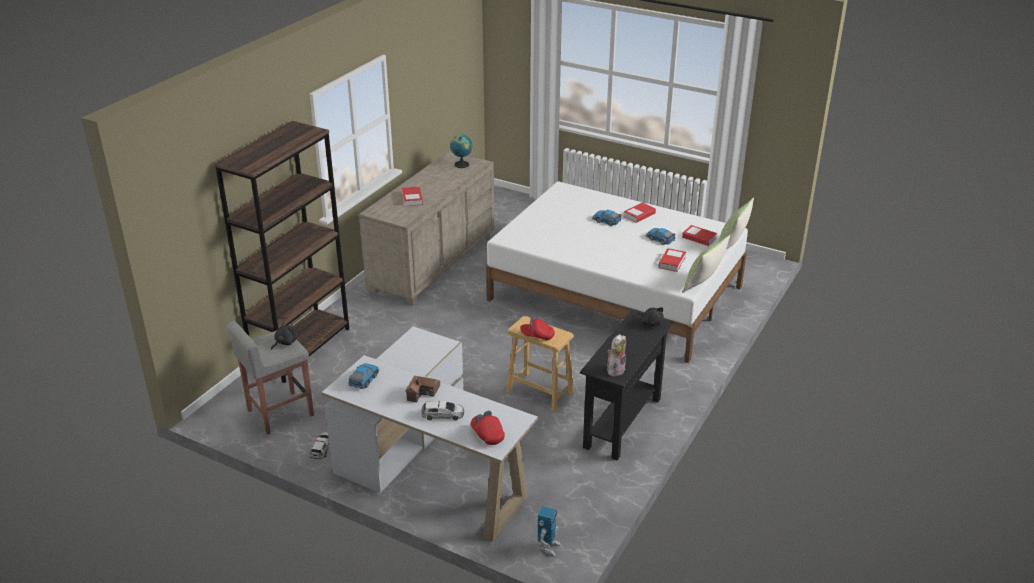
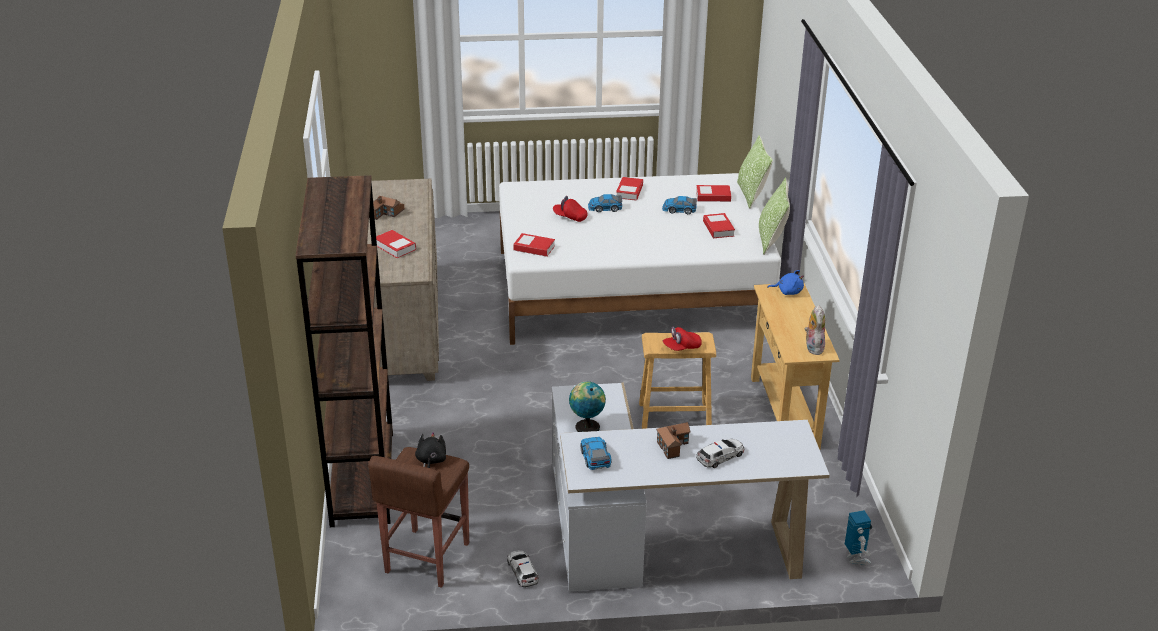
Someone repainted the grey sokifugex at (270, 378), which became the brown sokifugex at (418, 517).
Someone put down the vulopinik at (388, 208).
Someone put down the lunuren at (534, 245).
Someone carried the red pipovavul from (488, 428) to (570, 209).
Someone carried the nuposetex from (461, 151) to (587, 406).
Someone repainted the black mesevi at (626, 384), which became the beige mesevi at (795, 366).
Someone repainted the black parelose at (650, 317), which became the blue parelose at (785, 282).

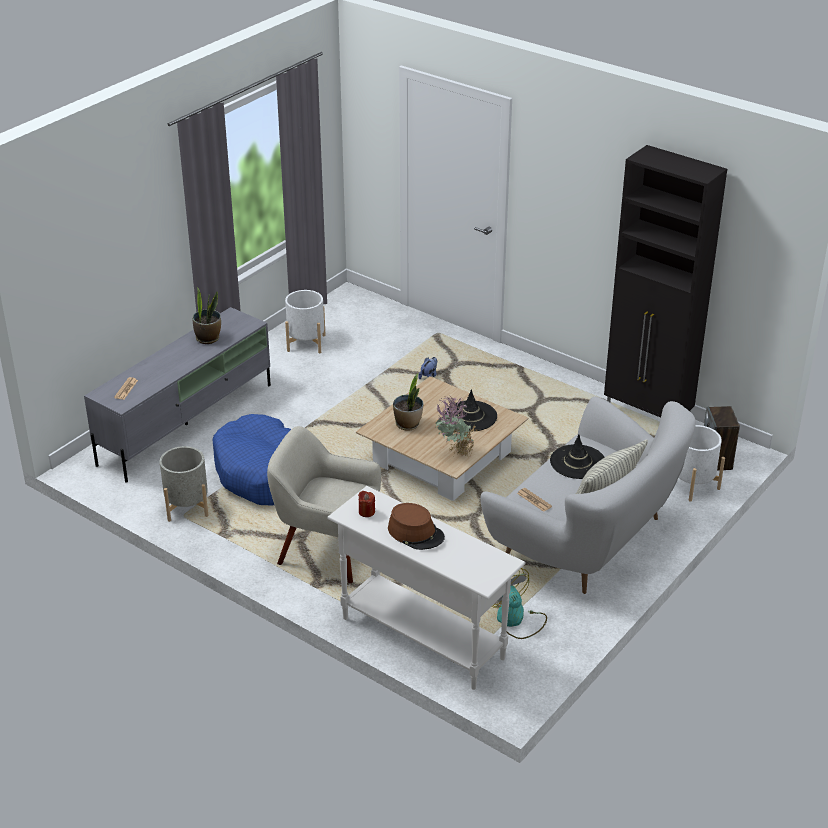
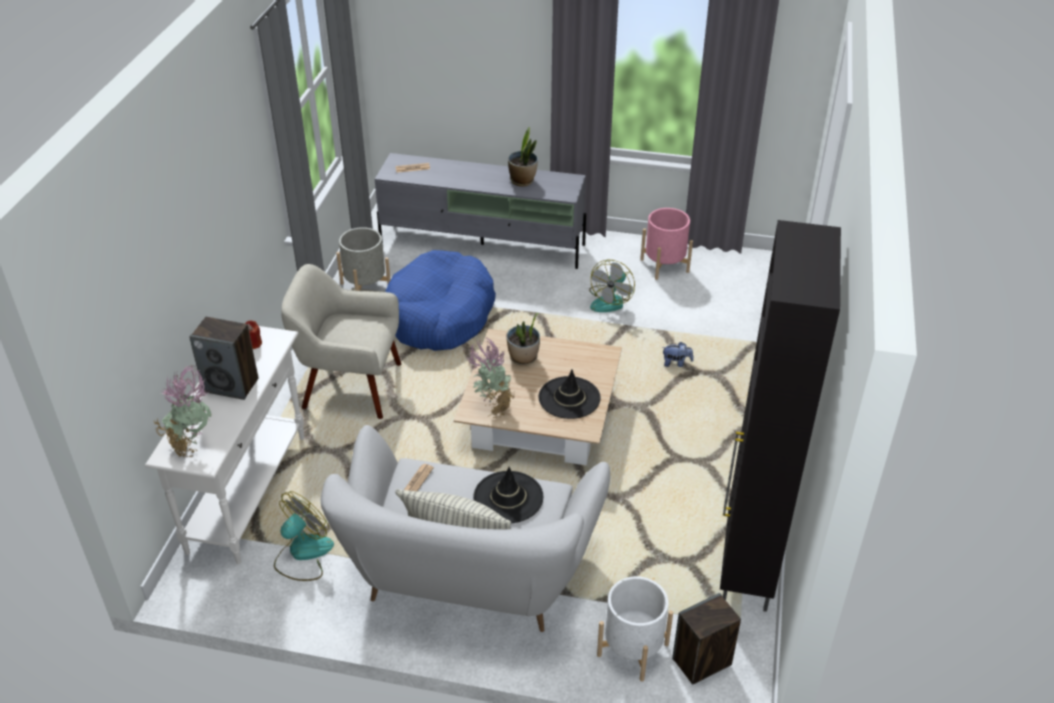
Someone put down the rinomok at (182, 411).
Someone swapped the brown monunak at (416, 526) for the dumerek at (223, 358).
Someone rotated the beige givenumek at (324, 504) by 75 degrees counterclockwise.
Someone put down the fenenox at (612, 285).
Someone repainted the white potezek at (305, 321), which became the pink potezek at (666, 244).

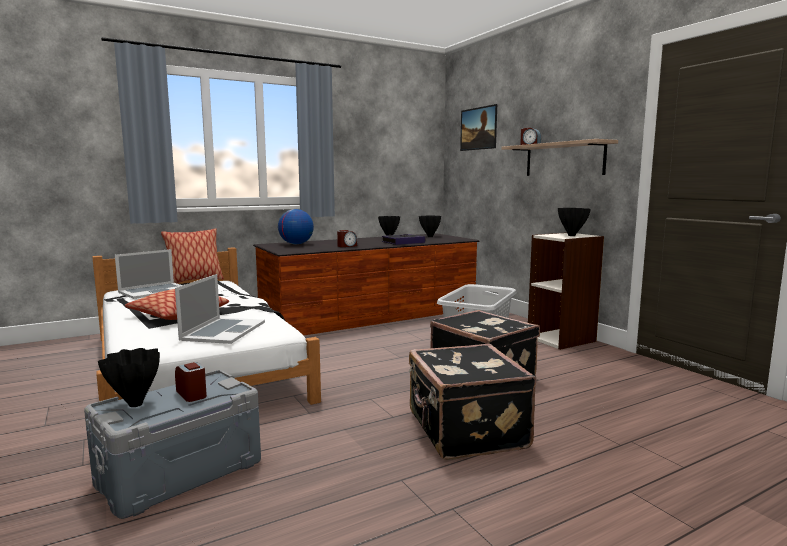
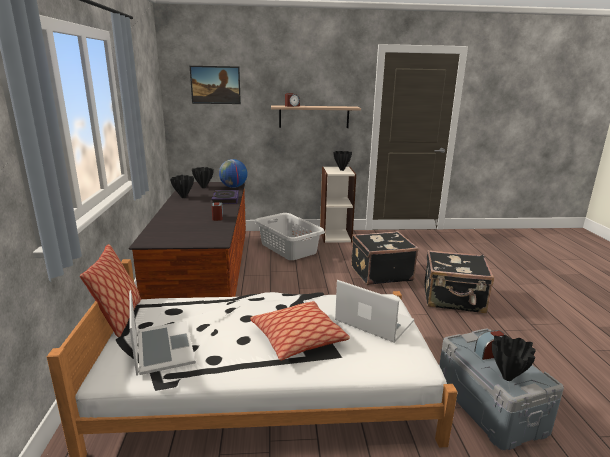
Someone carried the nuposetex from (296, 226) to (233, 173).

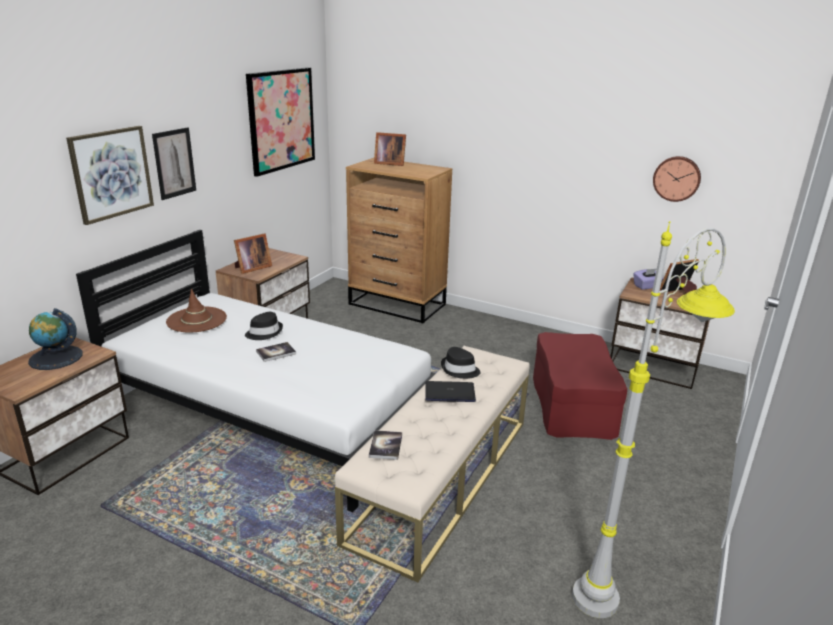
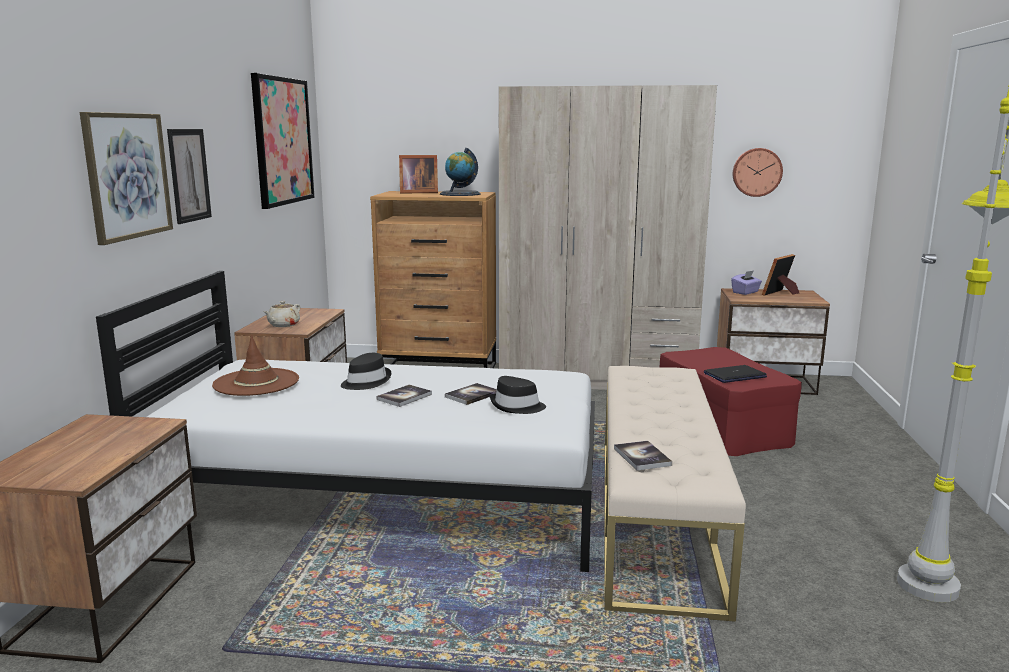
Someone swapped the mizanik at (253, 254) for the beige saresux at (281, 314).
Someone carried the nuposetex from (55, 339) to (460, 172).
Someone put down the lunuren at (471, 394).
Someone carried the black monunak from (461, 363) to (518, 395).
Someone put down the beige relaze at (608, 237).
Someone carried the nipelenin from (450, 391) to (735, 374).

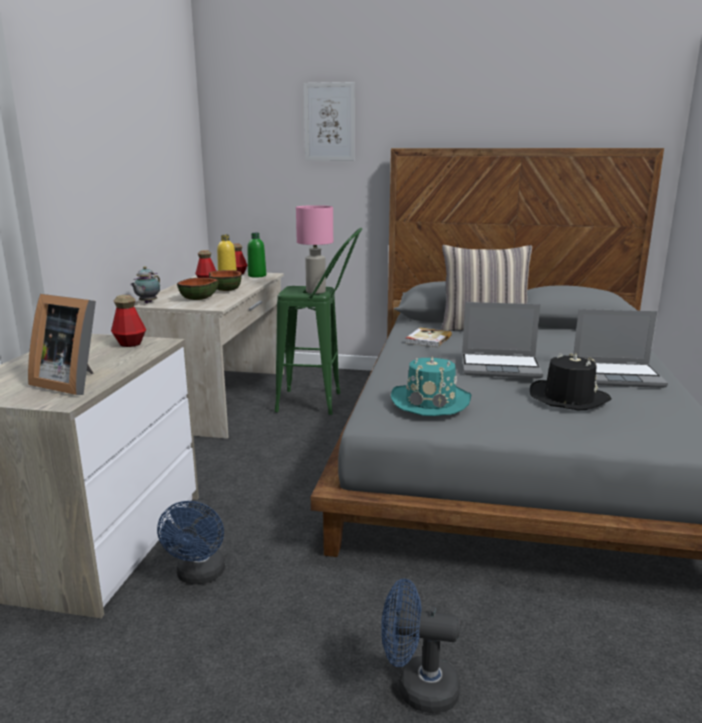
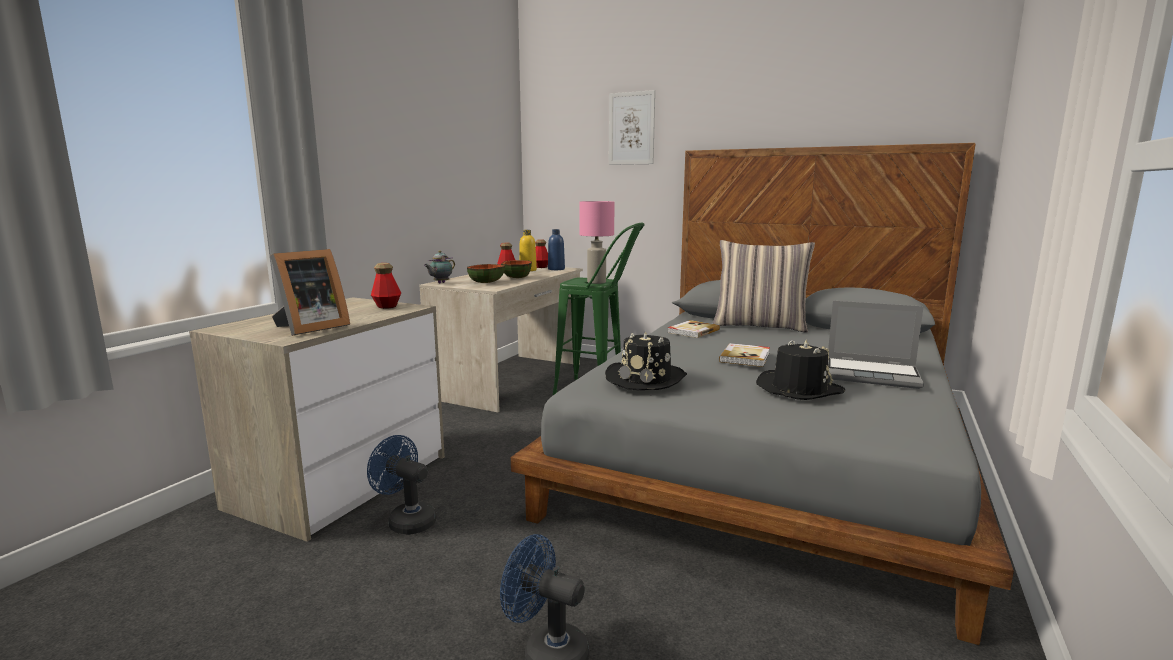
Someone rotated the mizanik at (62, 344) by 90 degrees counterclockwise.
Someone rotated the blue fenenox at (191, 542) by 105 degrees clockwise.
Someone repainted the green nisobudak at (256, 255), which became the blue nisobudak at (556, 249).
Someone repainted the turquoise monunak at (431, 386), which became the black monunak at (646, 360).
Someone swapped the nipelenin at (502, 340) for the lunuren at (744, 355).

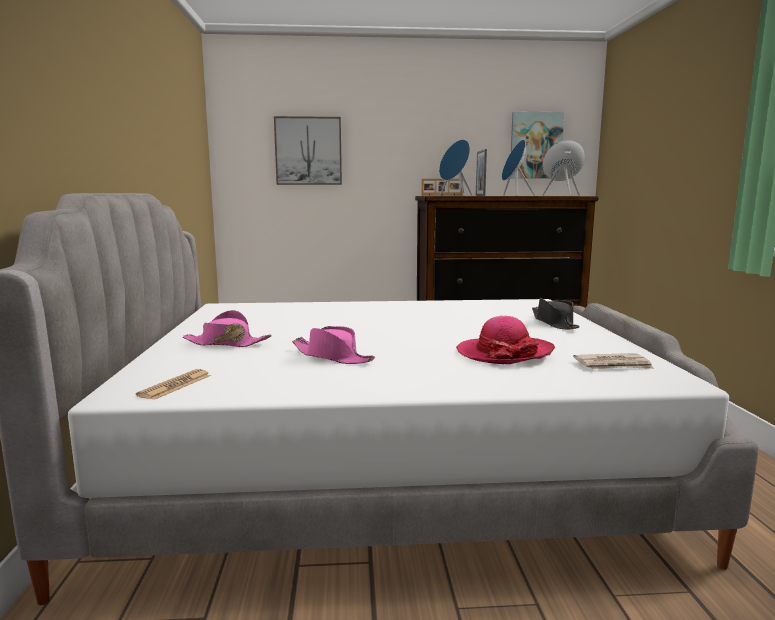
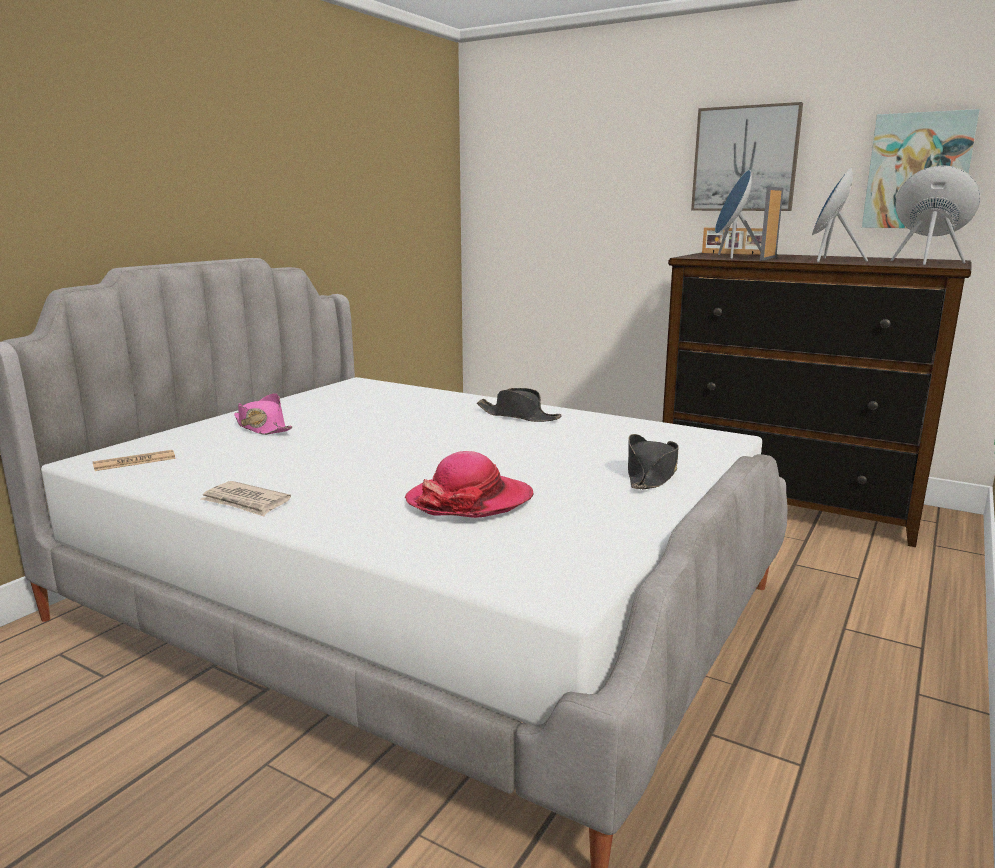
Someone carried the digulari from (613, 361) to (246, 498).
Someone put down the black monunak at (519, 405).
Someone carried the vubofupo from (308, 150) to (747, 156).
Someone took away the pink monunak at (333, 345).

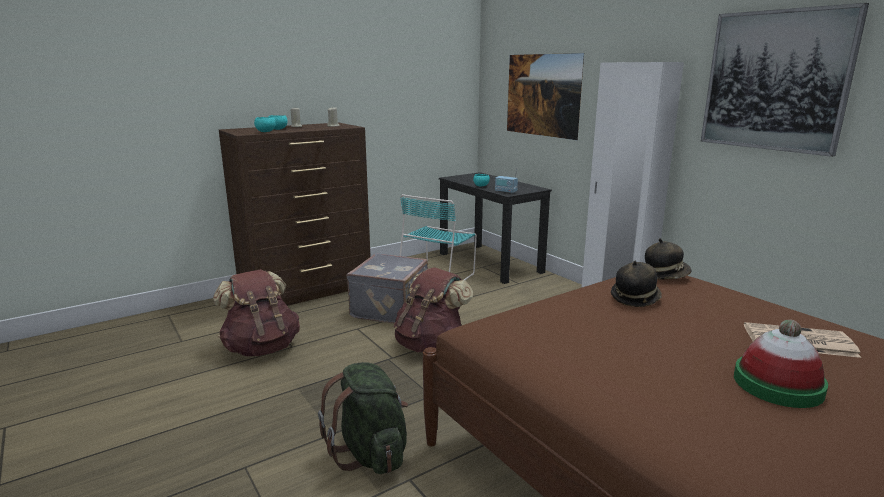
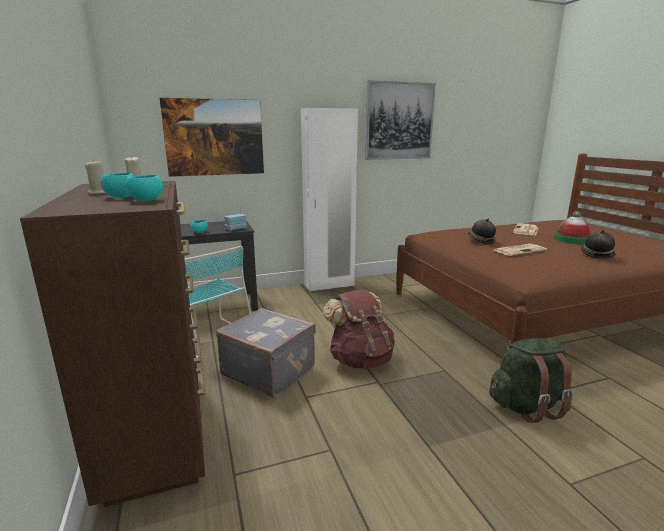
Someone put down the digulari at (520, 250).
Someone carried the monunak from (668, 258) to (598, 244).
Someone took away the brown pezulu at (256, 312).

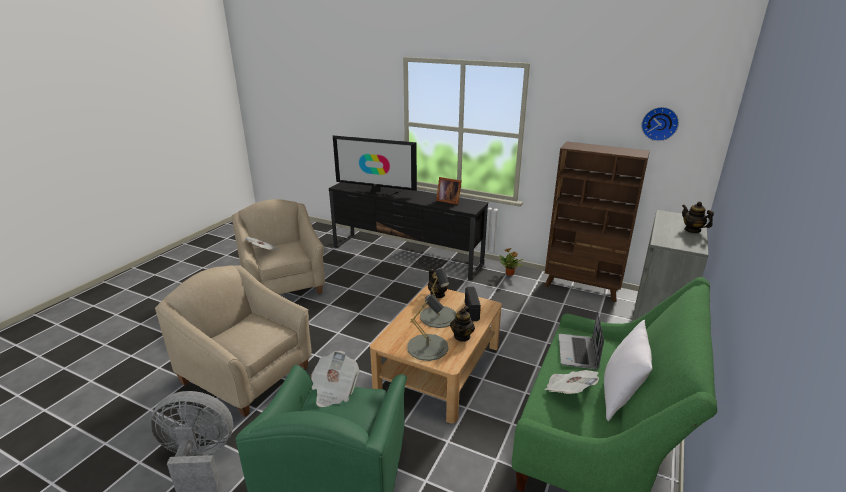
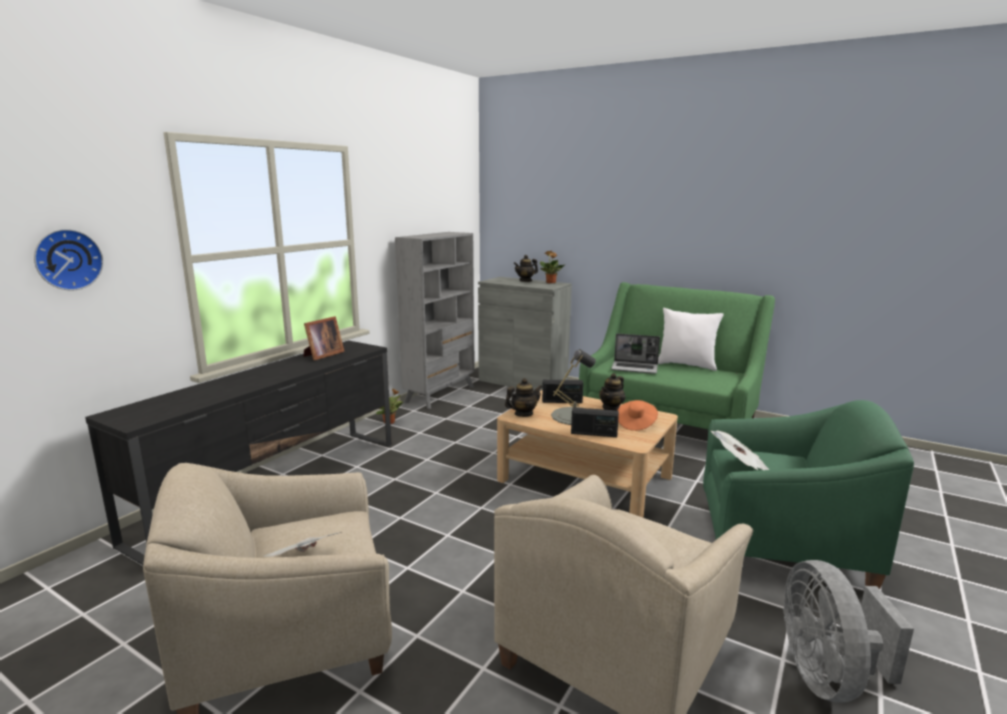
Someone carried the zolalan from (660, 124) to (68, 260).
Someone repainted the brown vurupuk at (597, 221), which became the grey vurupuk at (435, 320).
Someone put down the rinomok at (553, 267).
Someone put down the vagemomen at (595, 422).
Someone rotated the saresux at (462, 324) by 105 degrees clockwise.
Someone swapped the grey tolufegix at (428, 327) for the orange monunak at (638, 415).
Someone took away the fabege at (375, 165).
Someone took away the digulari at (572, 382).

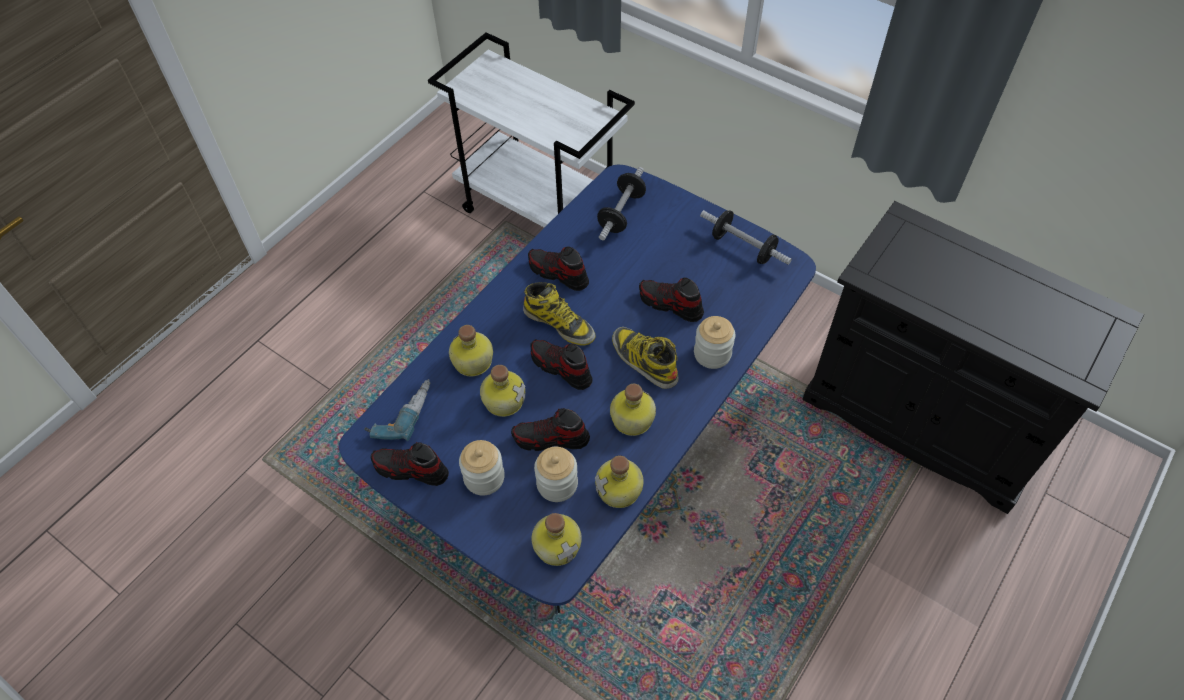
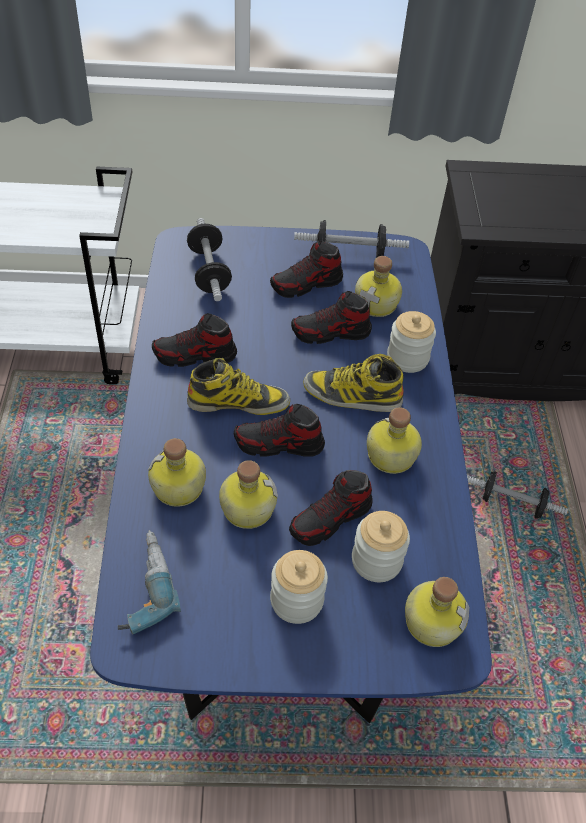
Someone carried the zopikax from (409, 464) to (306, 269).
Someone carried the nisobudak from (619, 481) to (378, 286).
Someone put down the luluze at (517, 495).

